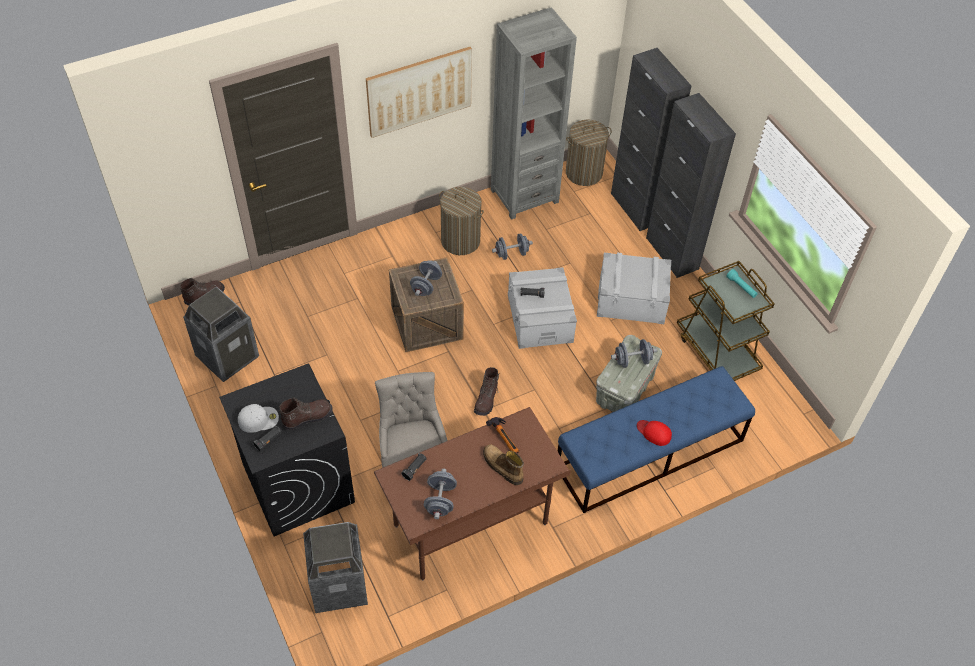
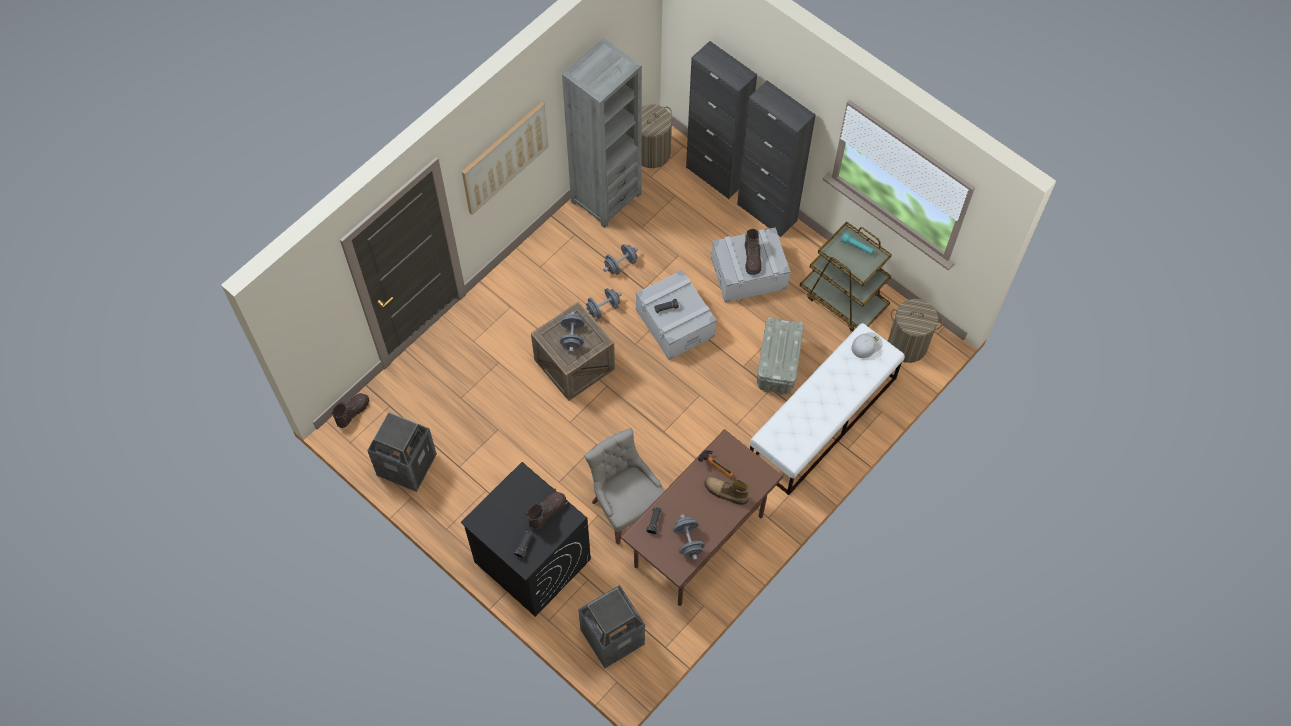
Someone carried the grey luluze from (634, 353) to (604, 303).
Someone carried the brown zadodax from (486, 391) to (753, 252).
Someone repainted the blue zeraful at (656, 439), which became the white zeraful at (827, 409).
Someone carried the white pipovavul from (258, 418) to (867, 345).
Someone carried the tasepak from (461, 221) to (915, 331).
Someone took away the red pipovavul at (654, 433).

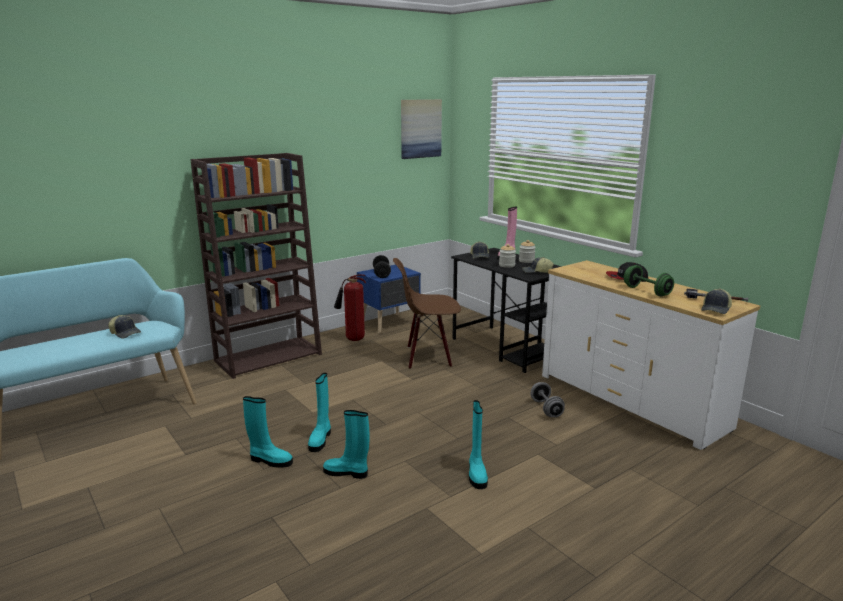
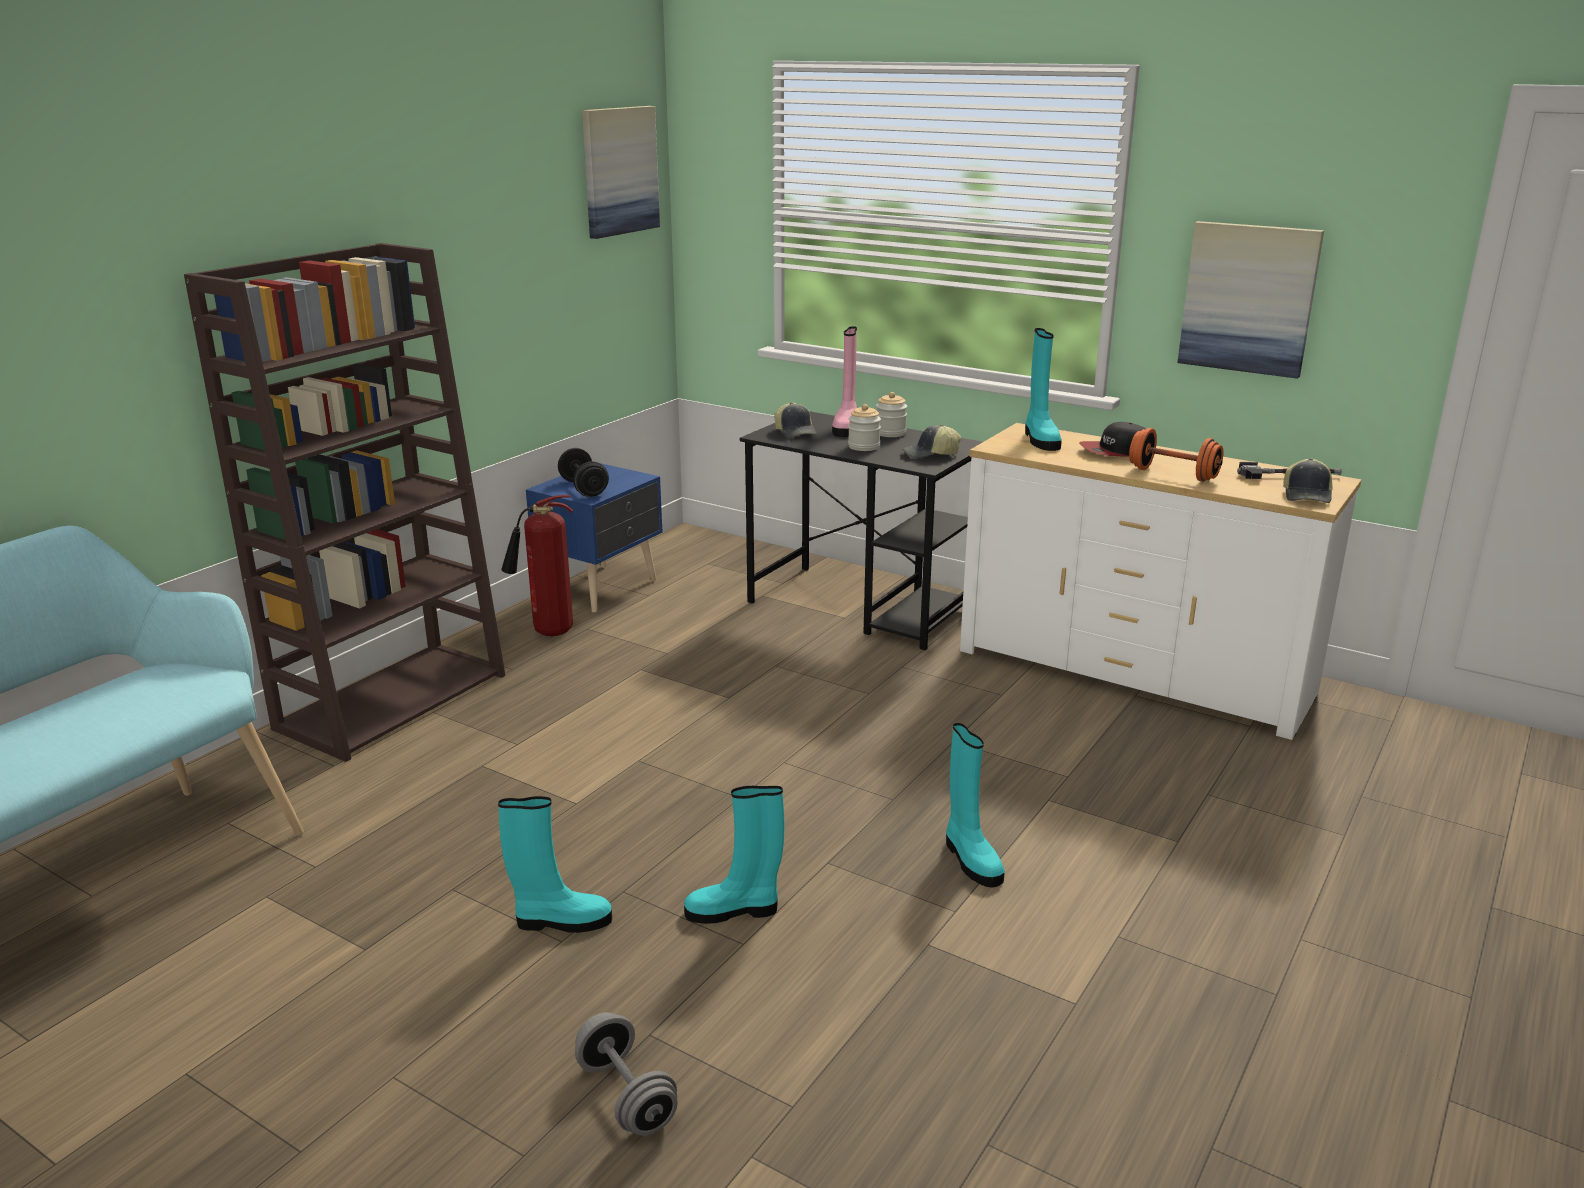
Someone carried the grey luluze from (548, 399) to (626, 1074).
Someone carried the turquoise zadodax from (319, 412) to (1043, 389).
Someone repainted the green luluze at (649, 280), which became the orange luluze at (1176, 455).
Someone put up the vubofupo at (1250, 300).
Someone took away the pipovavul at (124, 327).
Someone took away the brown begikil at (427, 313).

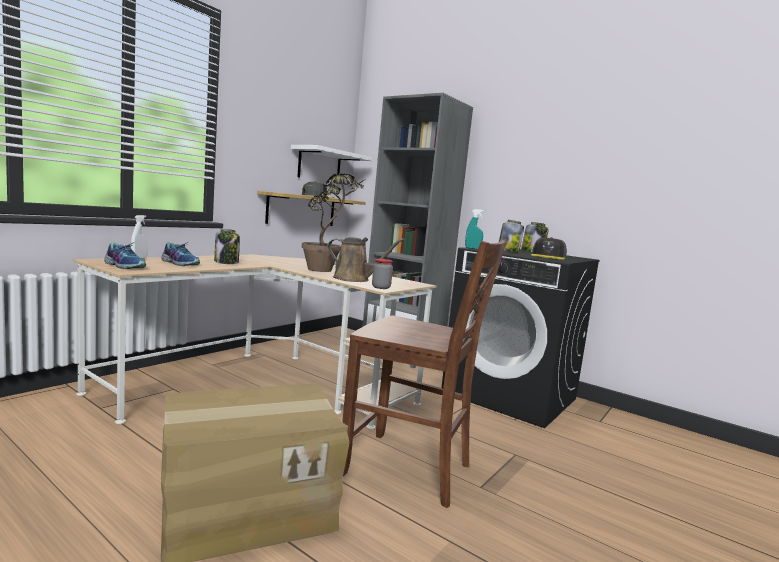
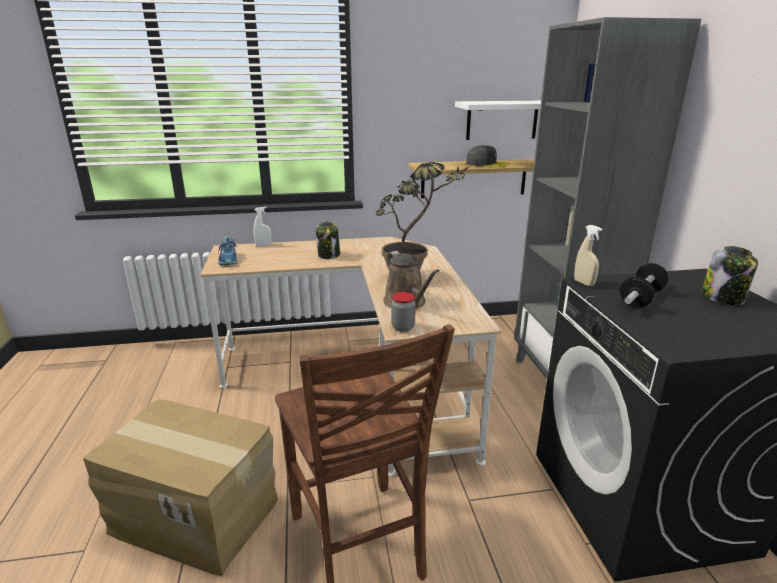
Someone repainted the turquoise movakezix at (474, 229), which became the beige movakezix at (588, 255).
Someone swapped the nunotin at (511, 236) for the luluze at (644, 285).
Someone took away the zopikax at (180, 254).
Someone took away the grey pipovavul at (548, 248).

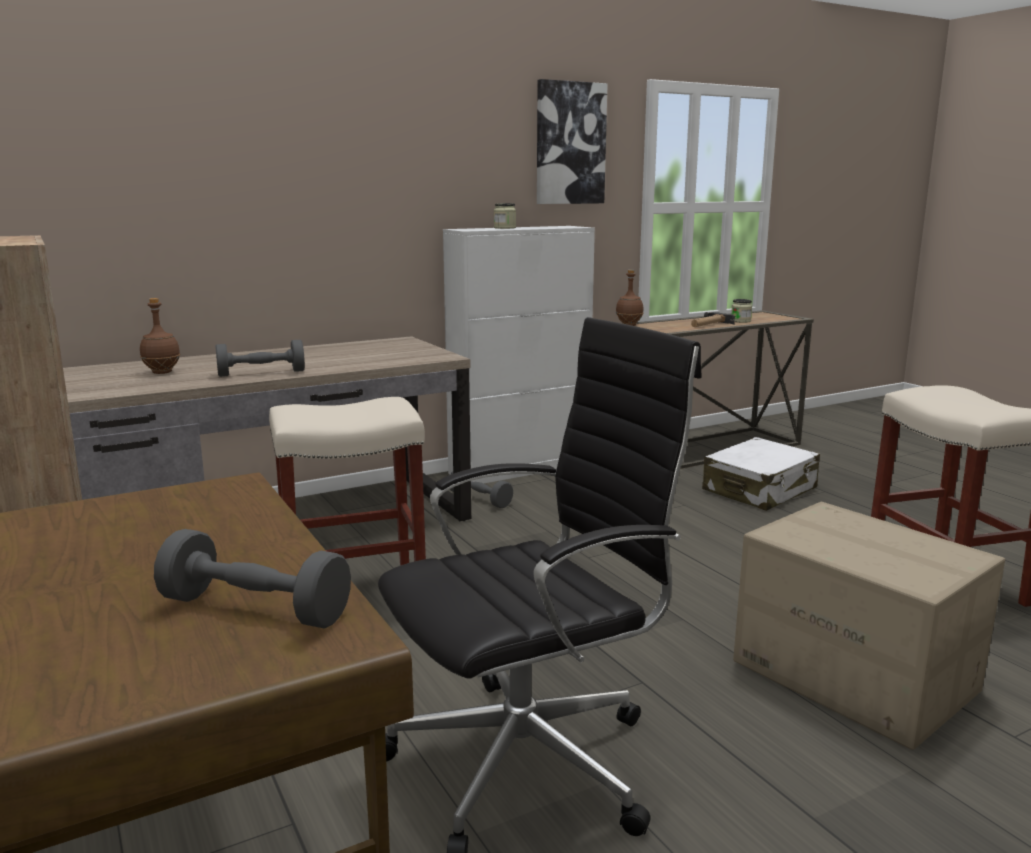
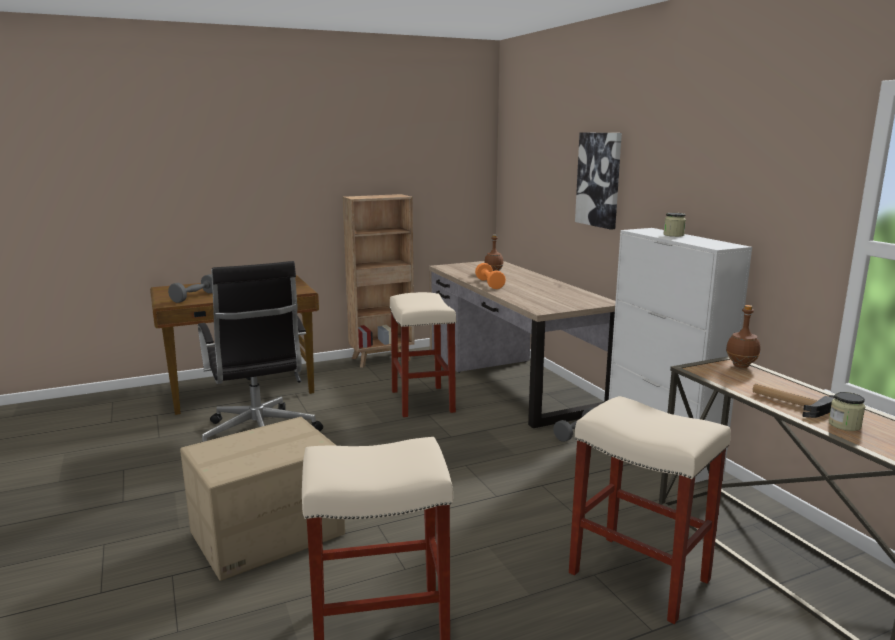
Someone repainted the grey luluze at (260, 358), which became the orange luluze at (490, 276).
Someone swapped the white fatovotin at (761, 474) for the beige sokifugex at (650, 510).
Someone carried the vubofupo from (572, 141) to (598, 181).

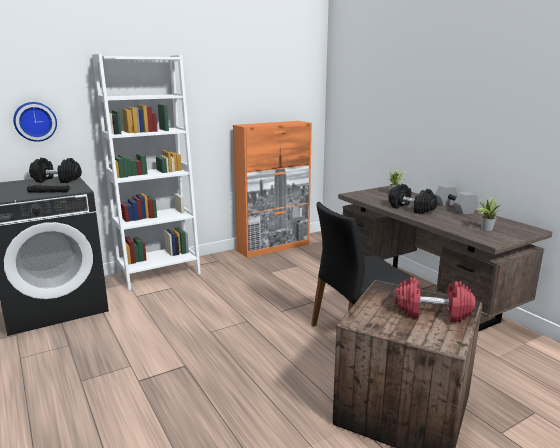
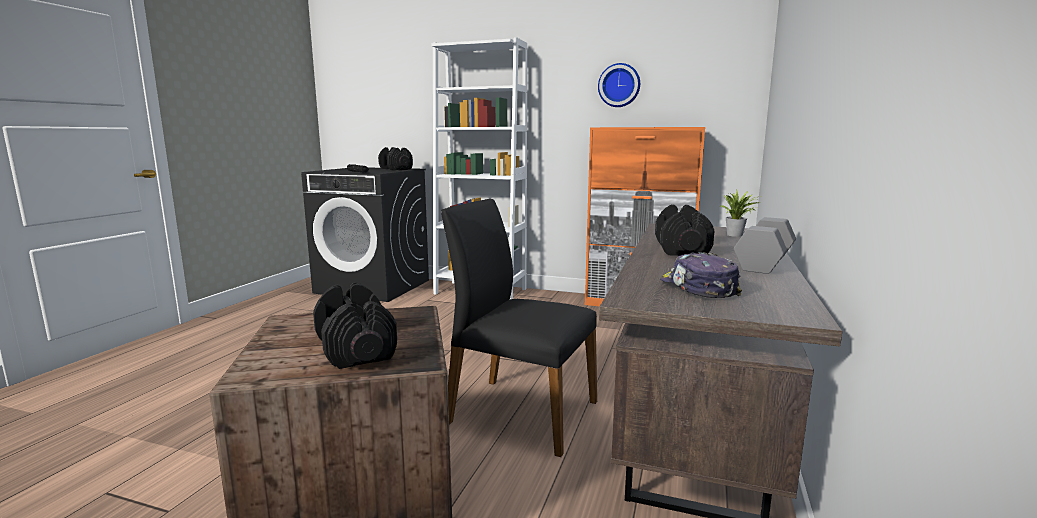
Someone repainted the red luluze at (435, 300), which became the black luluze at (355, 325).
Someone carried the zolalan from (35, 122) to (619, 85).
Someone swapped the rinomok at (489, 214) for the pipovavul at (701, 275).

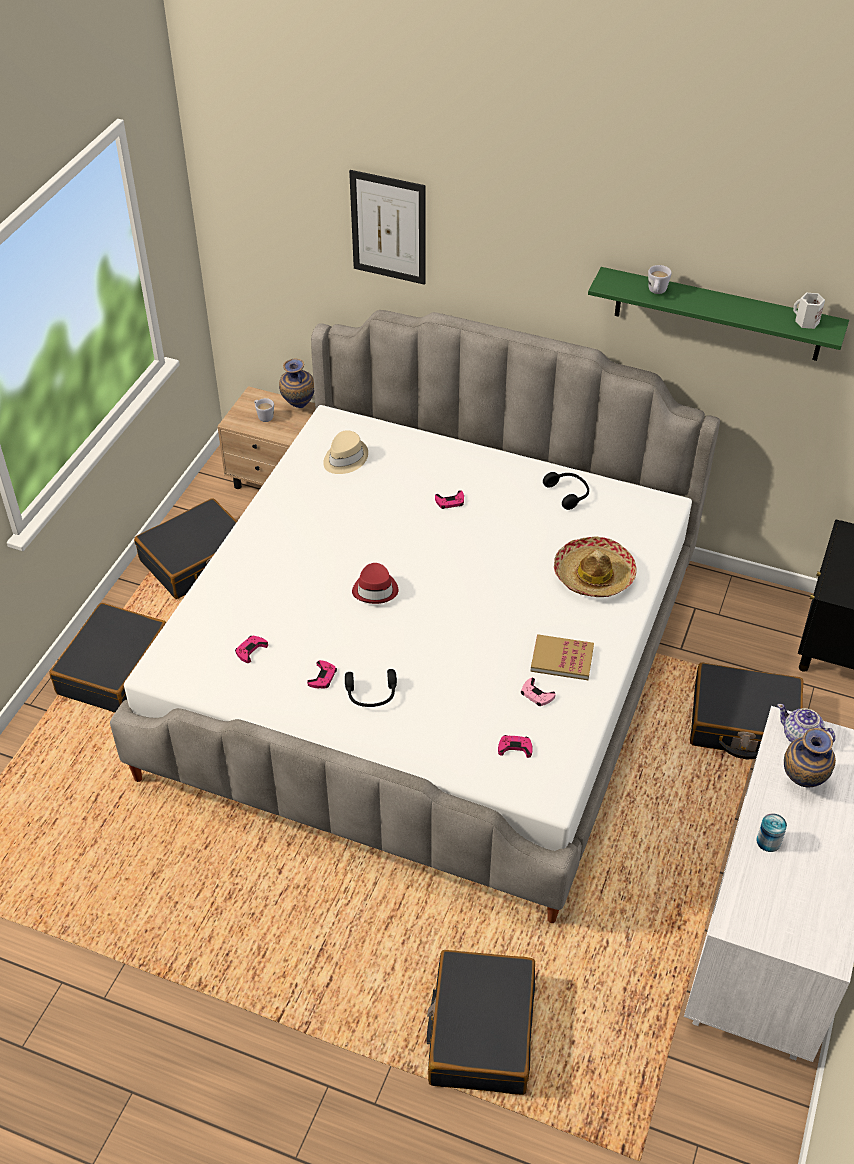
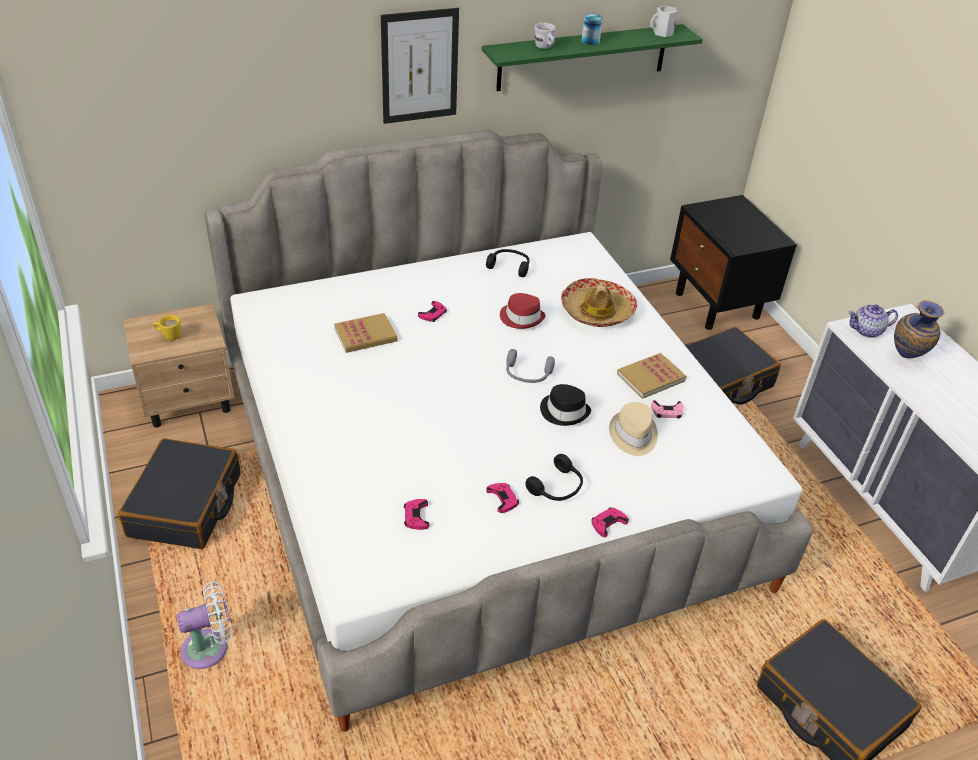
Someone repainted the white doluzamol at (264, 410), which became the yellow doluzamol at (167, 327).
Someone swapped the black fatovotin at (107, 658) for the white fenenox at (204, 625).
Someone put down the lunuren at (366, 333).
Someone carried the vubofupo from (387, 227) to (420, 66).
Someone carried the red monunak from (375, 583) to (523, 311).
Someone put down the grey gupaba at (530, 366).
Someone put down the black monunak at (565, 405).
Someone carried the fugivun from (771, 832) to (592, 29).
Someone carried the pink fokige from (515, 746) to (610, 522).
Someone carried the beige monunak from (345, 452) to (633, 429).
Someone took away the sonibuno at (296, 383).

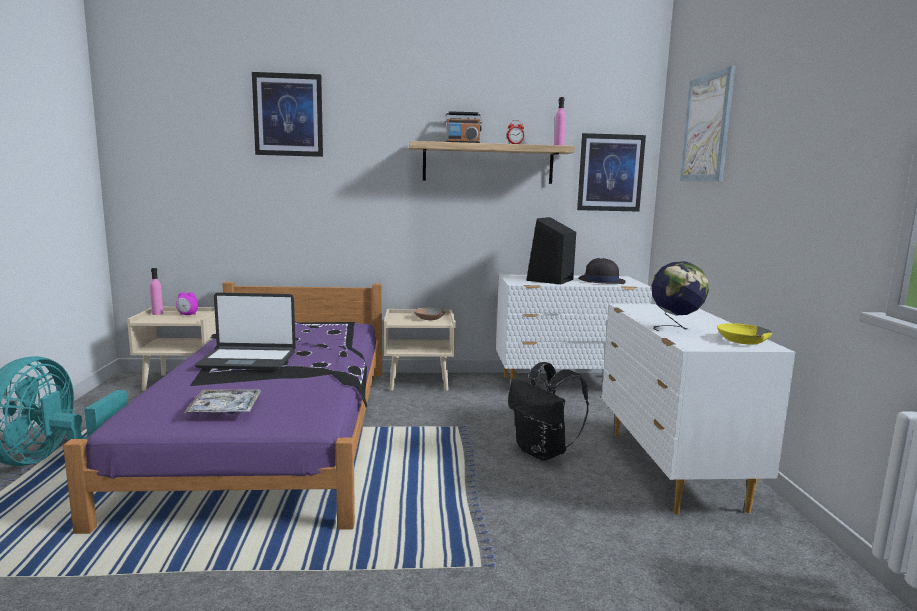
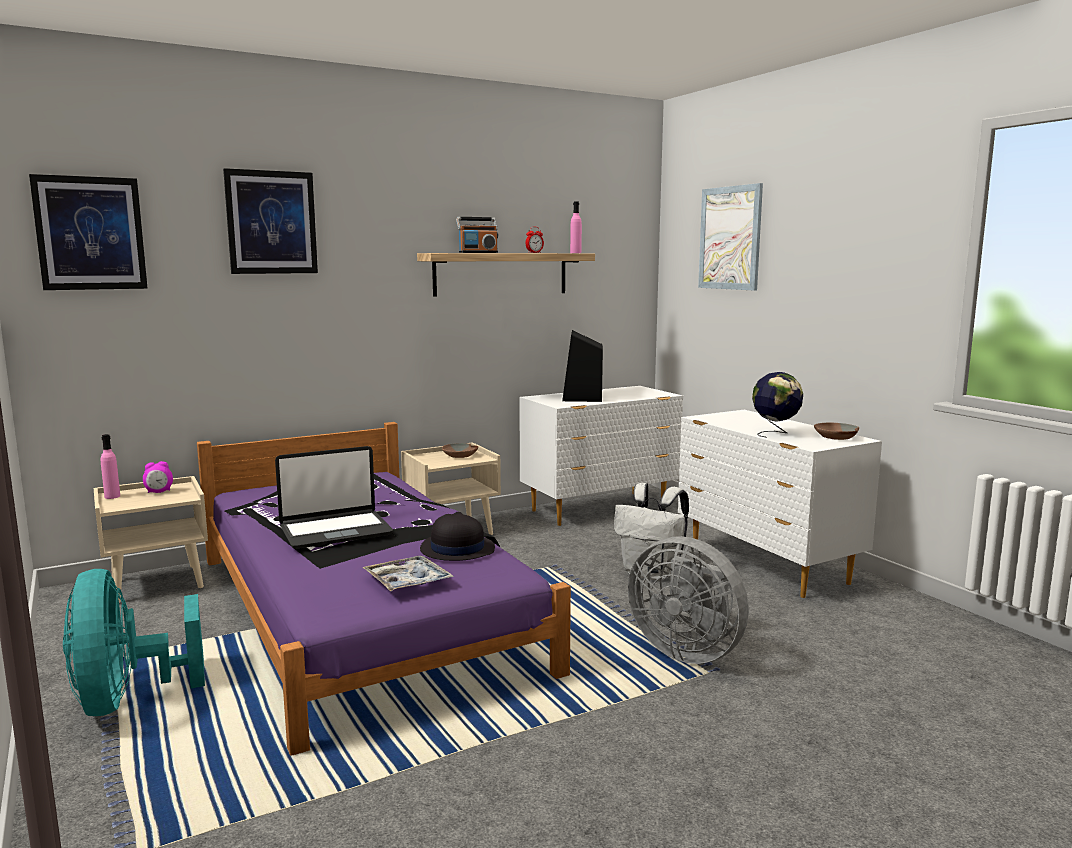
Someone carried the vubofupo from (611, 172) to (88, 232).
Someone carried the black monunak from (602, 271) to (457, 536).
Someone repainted the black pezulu at (548, 411), which became the white pezulu at (651, 532).
Someone put down the grey fenenox at (688, 600).
Someone repainted the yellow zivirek at (745, 333), which became the brown zivirek at (836, 431).

